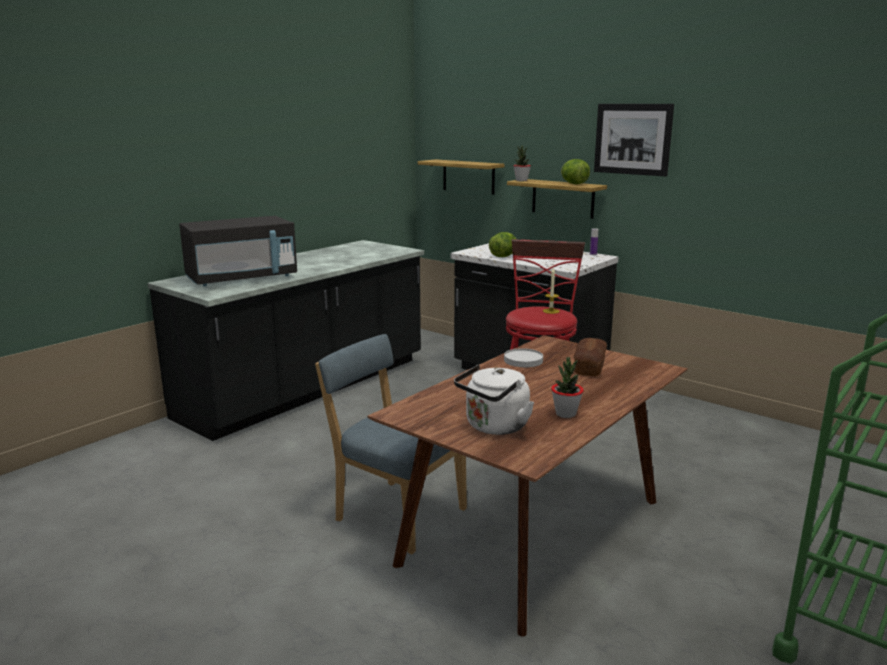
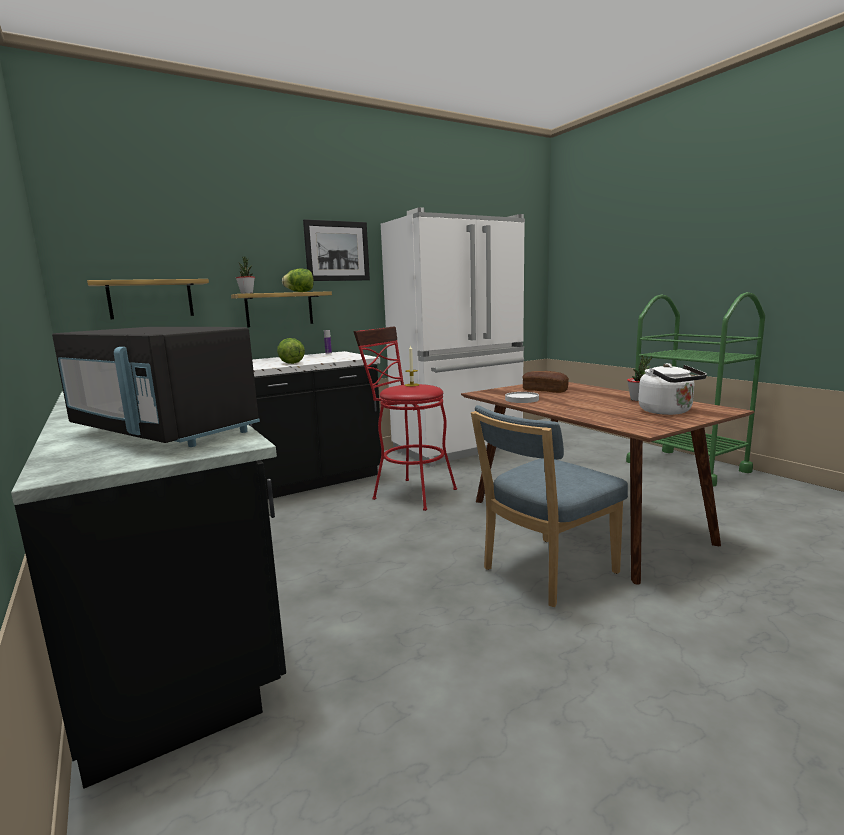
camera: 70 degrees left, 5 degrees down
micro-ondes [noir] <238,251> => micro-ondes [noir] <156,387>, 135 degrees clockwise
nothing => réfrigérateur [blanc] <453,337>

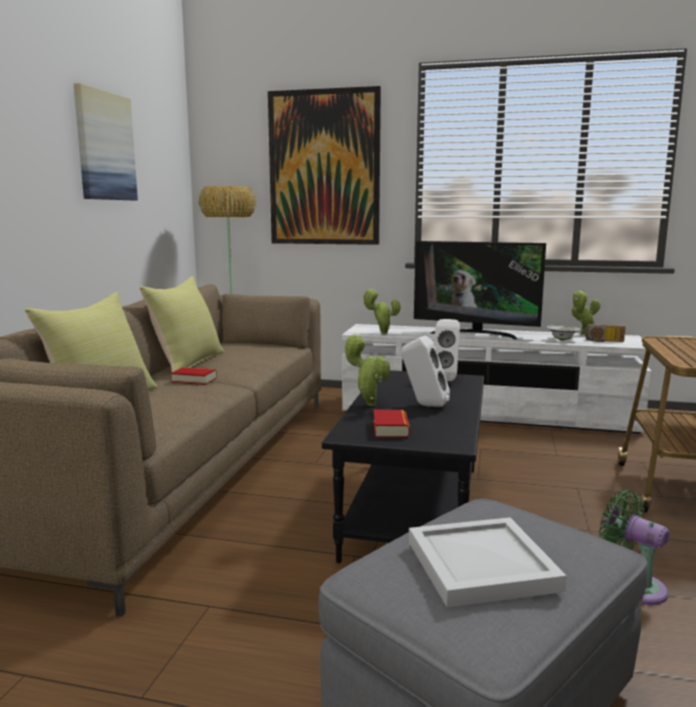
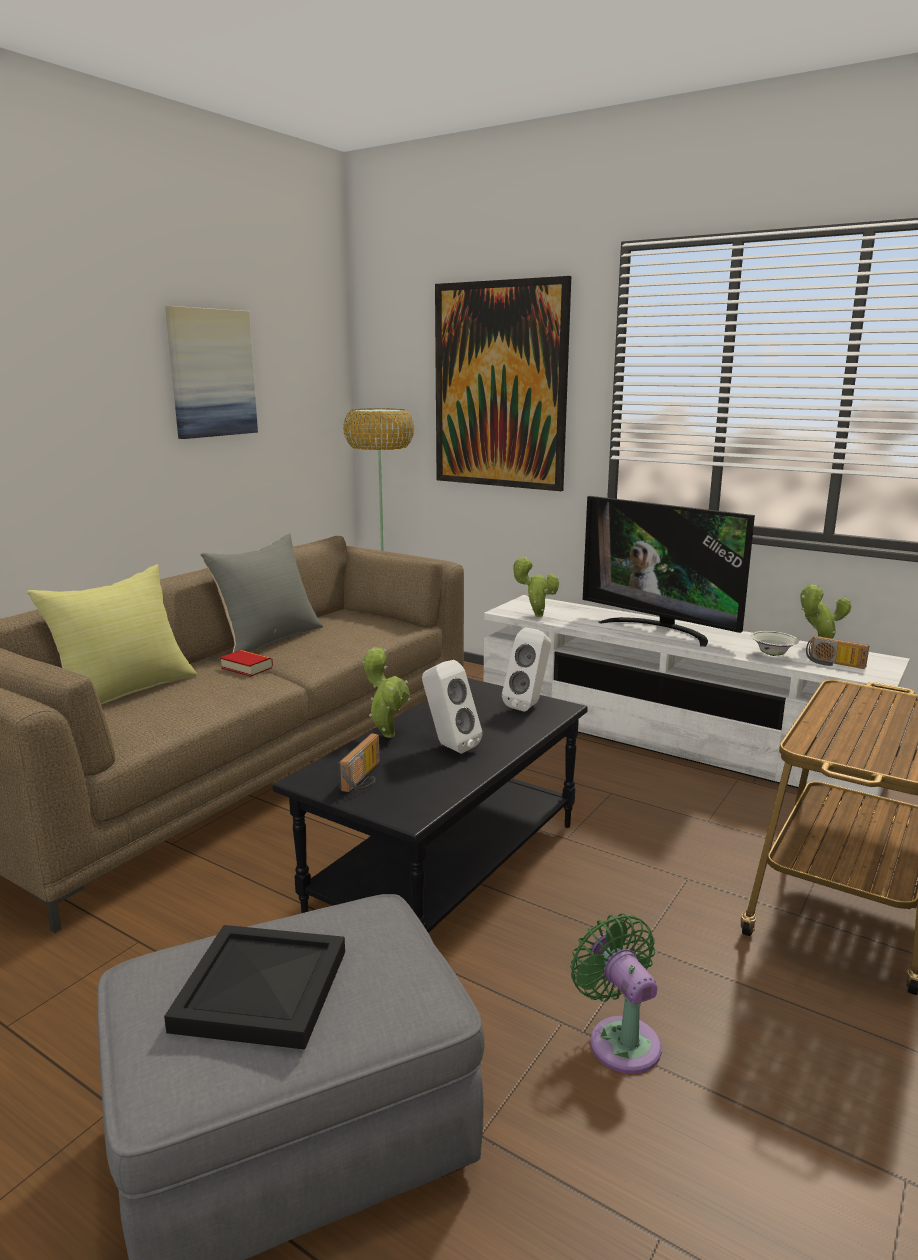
camera: 20 degrees right, 5 degrees up
coussin [jaune] <182,324> => coussin [gris] <262,593>
livre <391,424> => radio <359,762>
plateau [blanc] <488,562> => plateau [noir] <254,987>

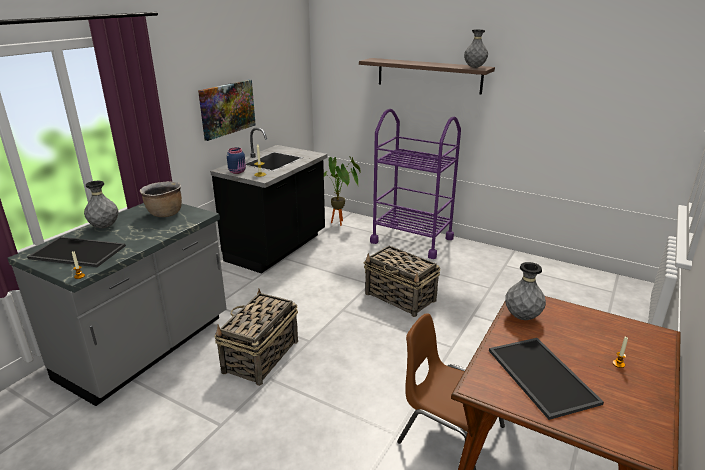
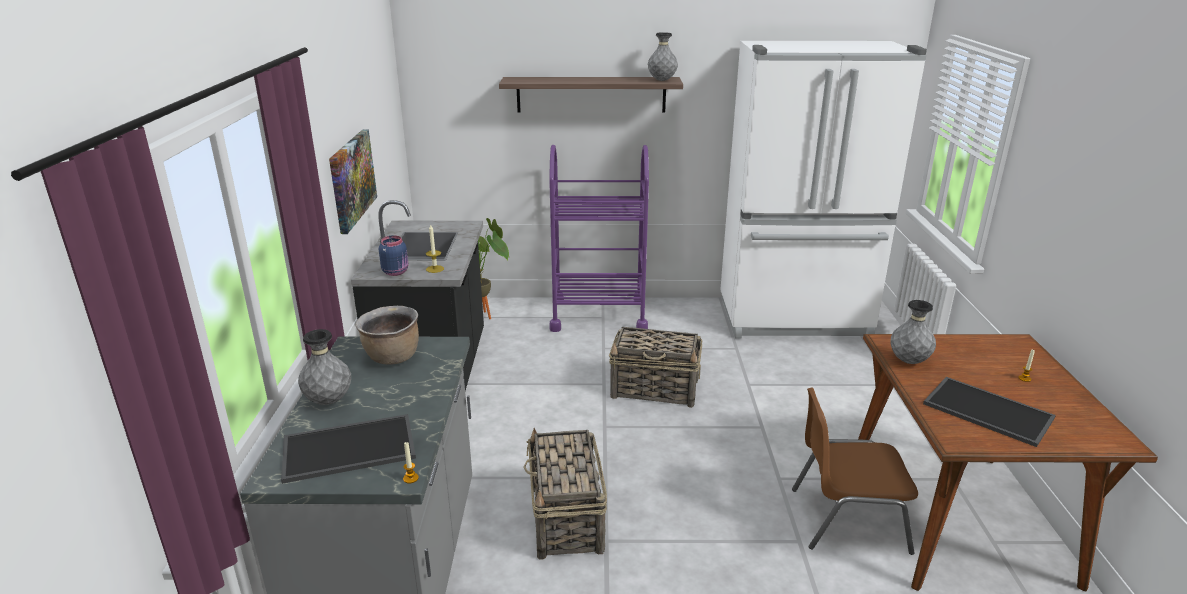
camera: 30 degrees left, 0 degrees up
nothing => réfrigérateur [blanc] <823,189>

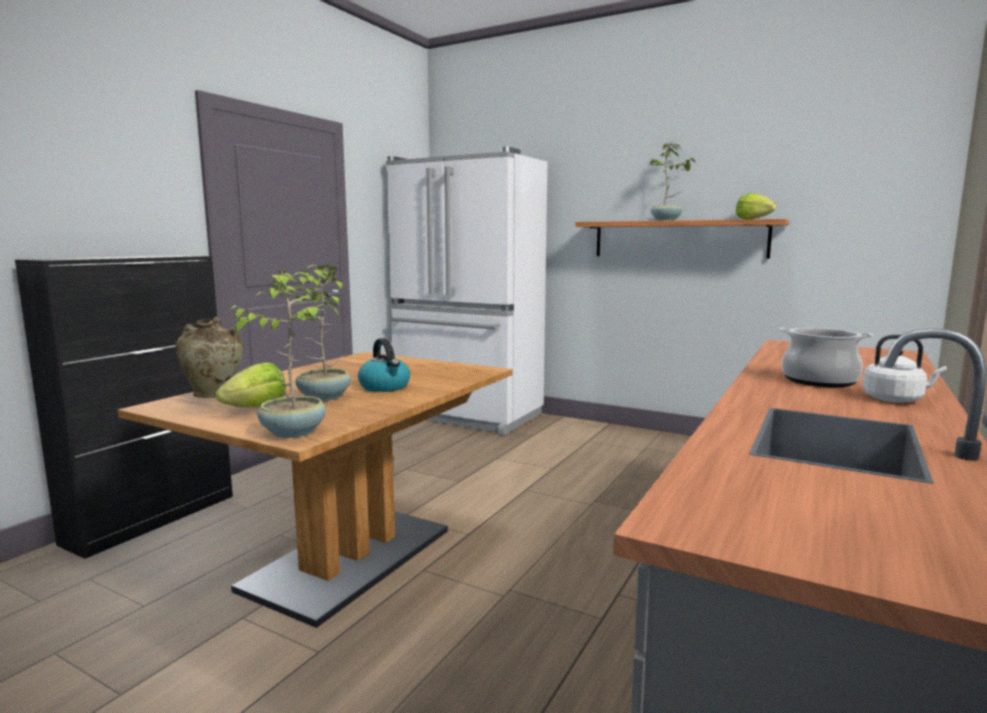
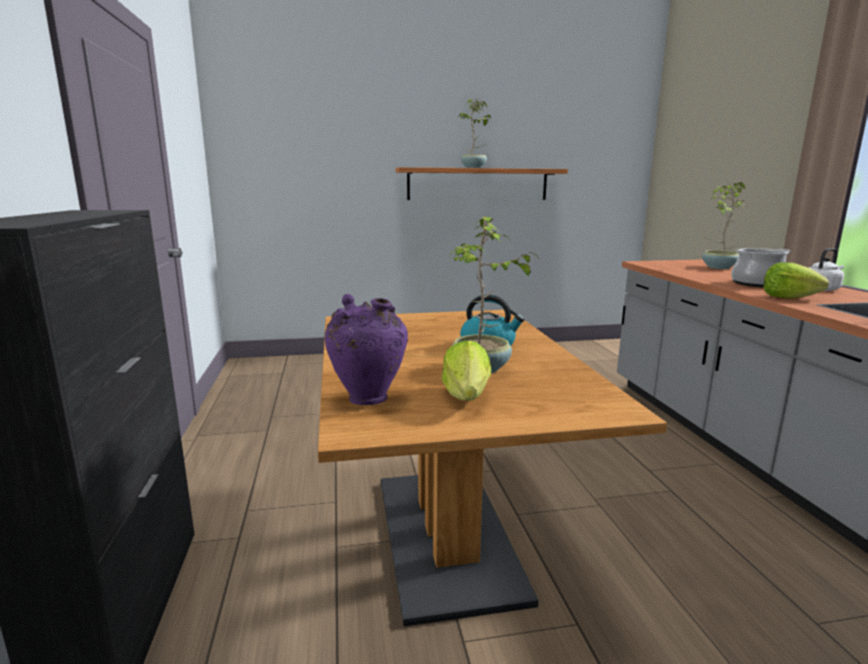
camera: 40 degrees left, 5 degrees up
vase [beige] <210,357> => vase [violet] <366,349>
plante en pot <277,354> => plante en pot <724,225>, move
réfrigérateur [blanc] <466,291> => nothing
laitue <756,206> => laitue <796,280>, move

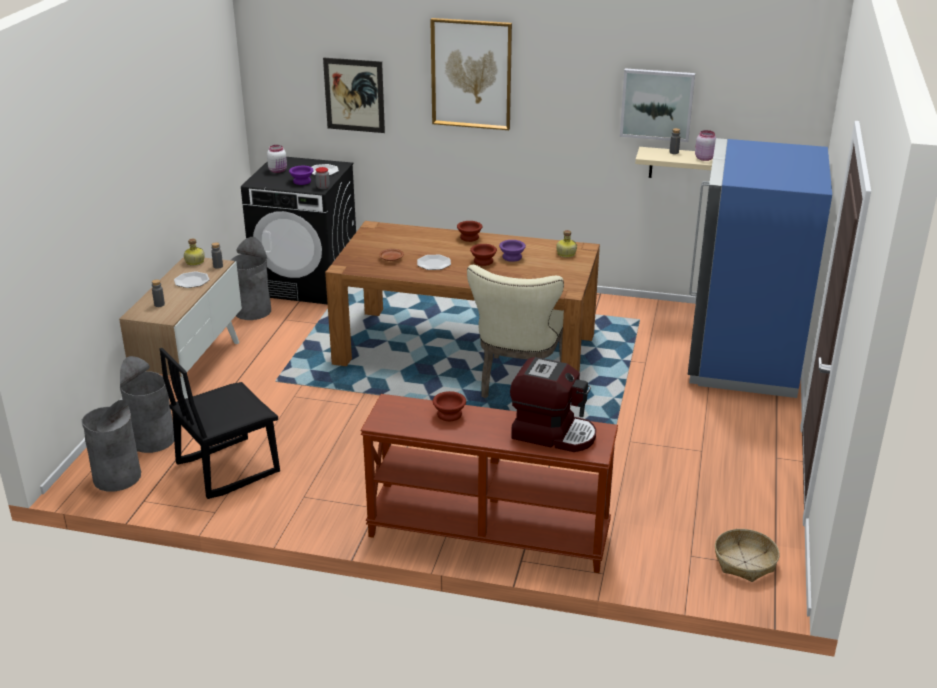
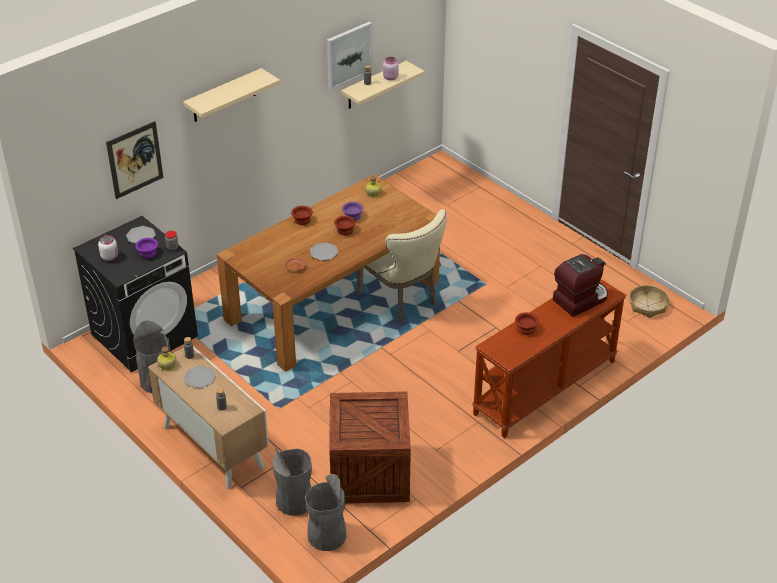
camera: 55 degrees left, 10 degrees up
chaise [noir] <219,423> => caisse <370,447>
tableau <471,74> => étagère [beige] <231,95>
réfrigérateur [bleu] <760,268> => nothing

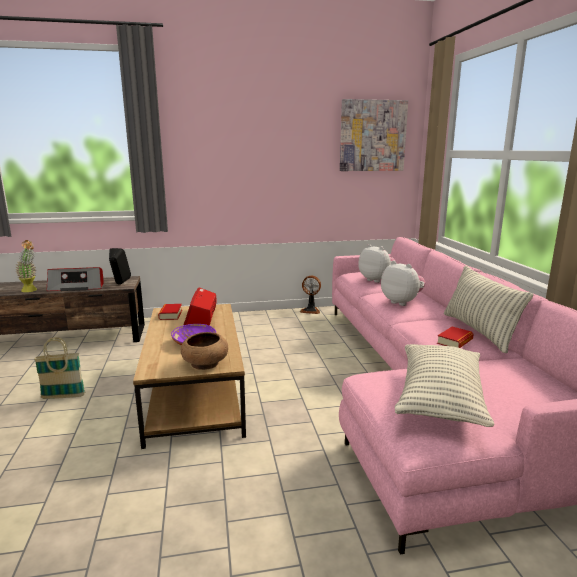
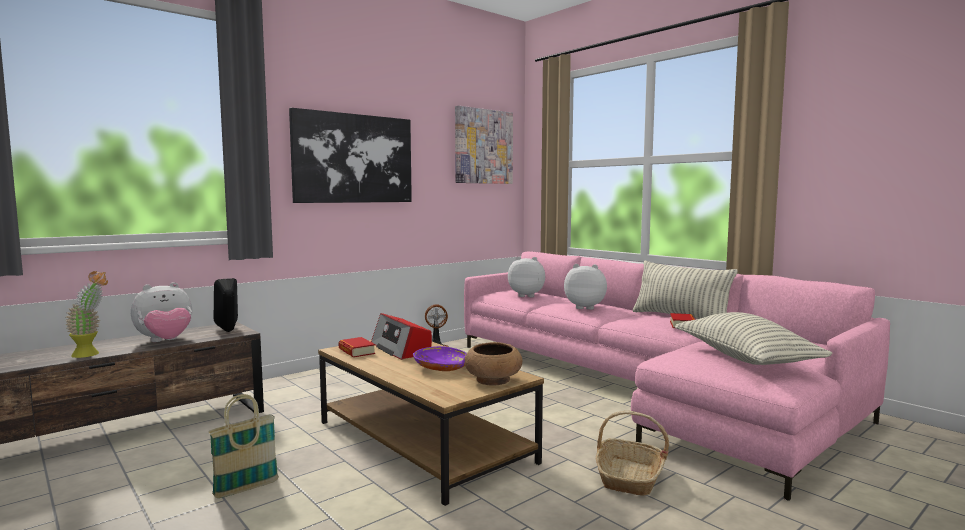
camera: 30 degrees left, 10 degrees down
radio <75,279> => peluche <161,312>
nothing => tableau <350,155>
nothing => panier <632,453>

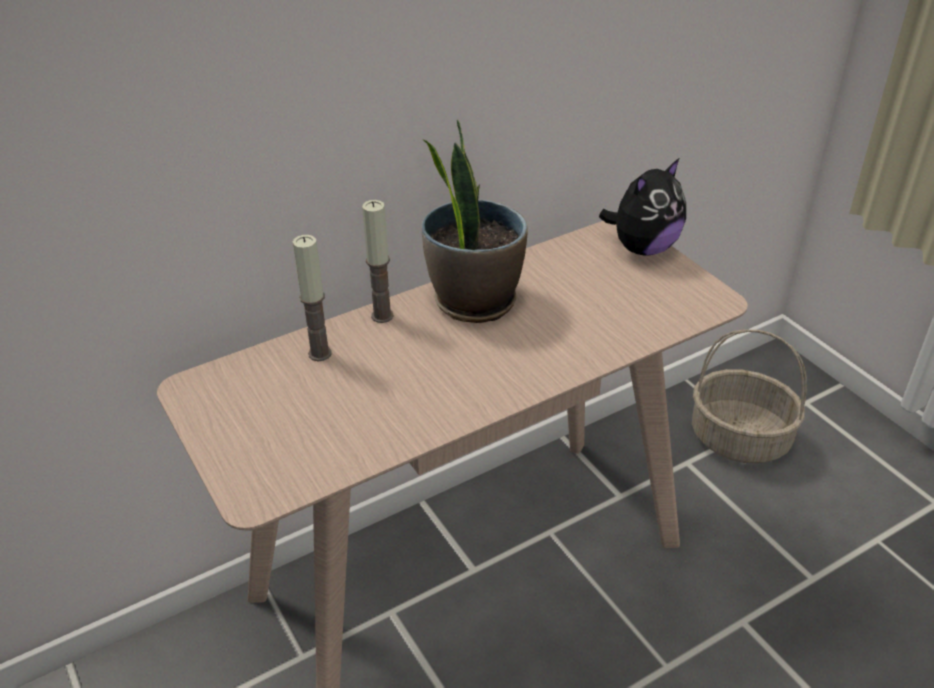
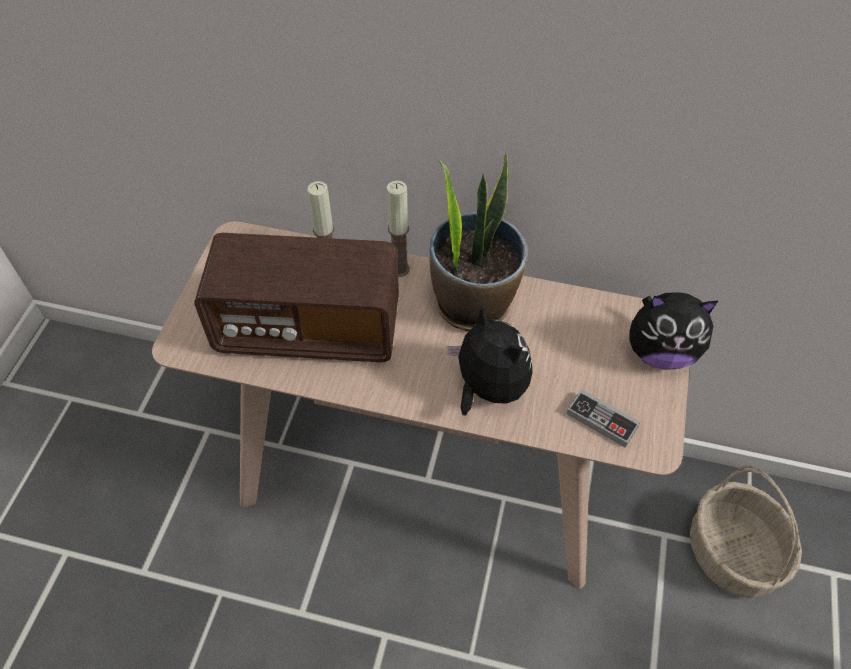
camera: 45 degrees right, 15 degrees up
nothing => radio <296,297>
nothing => peluche <489,360>
nothing => manette <603,418>

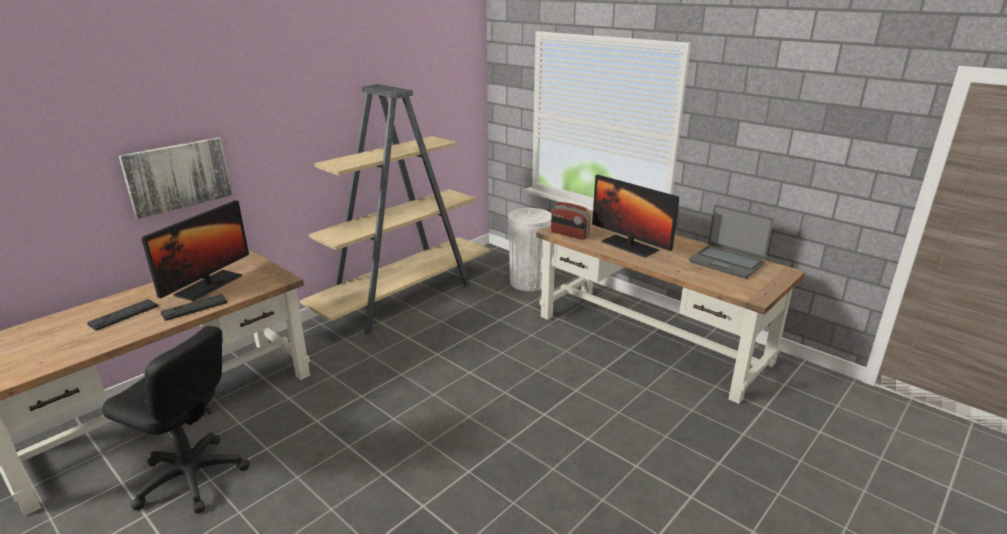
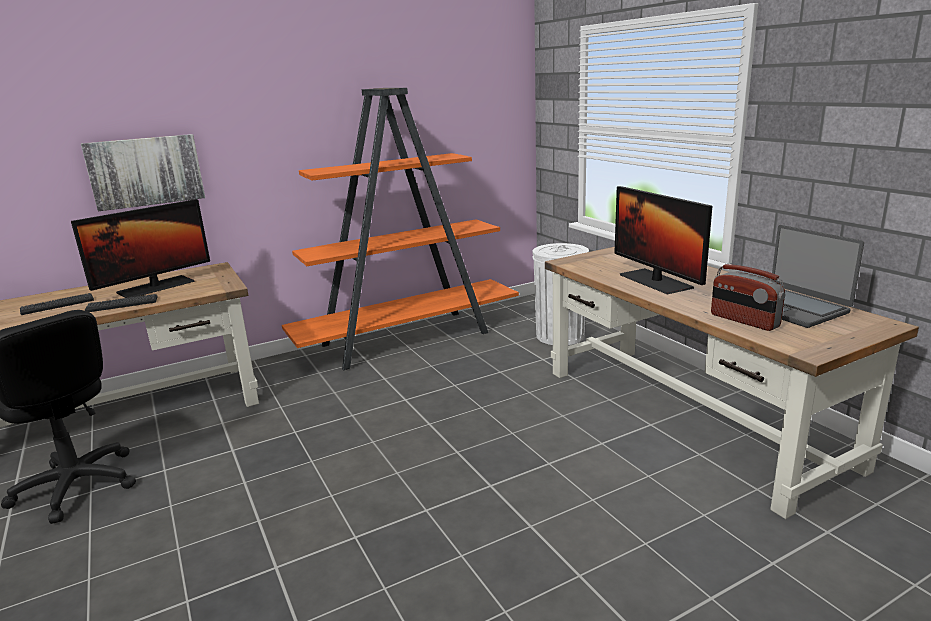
camera: 20 degrees right, 5 degrees down
bibliothèque [beige] <395,209> => bibliothèque [orange] <400,229>
radio <571,221> => radio <748,297>, move

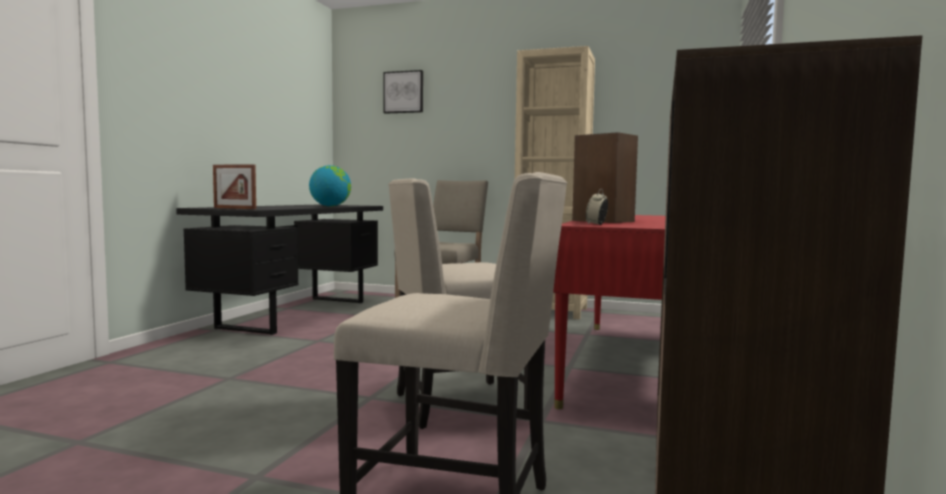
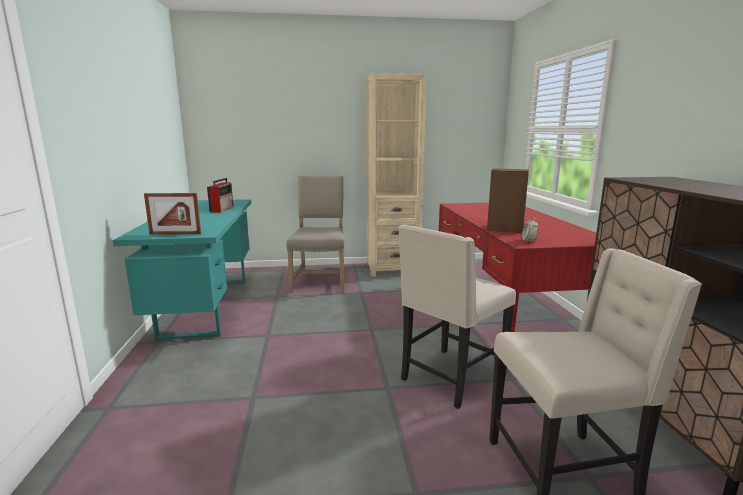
camera: 25 degrees left, 10 degrees up
bureau [noir] <279,269> => bureau [turquoise] <182,270>
globe <330,185> => radio <220,195>
tableau <403,92> => nothing

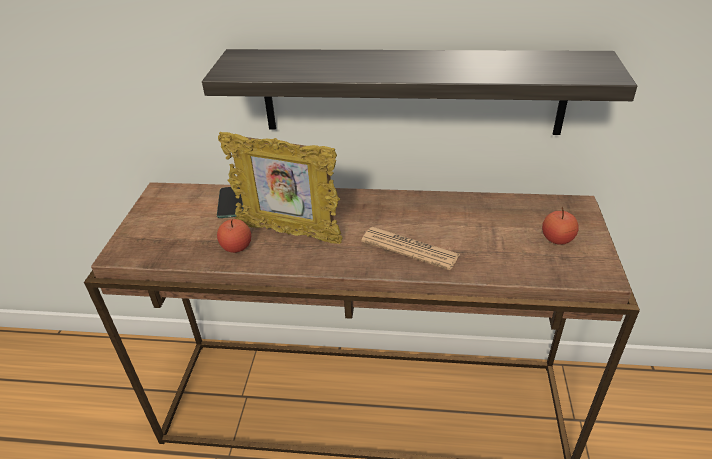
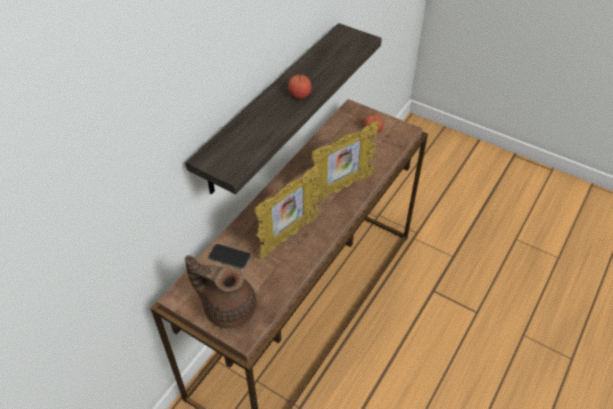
camera: 65 degrees left, 10 degrees up
pomme <234,236> => pomme <299,86>, move
journal <410,248> => cadre photo <345,163>
nothing => théière [marron] <221,292>

